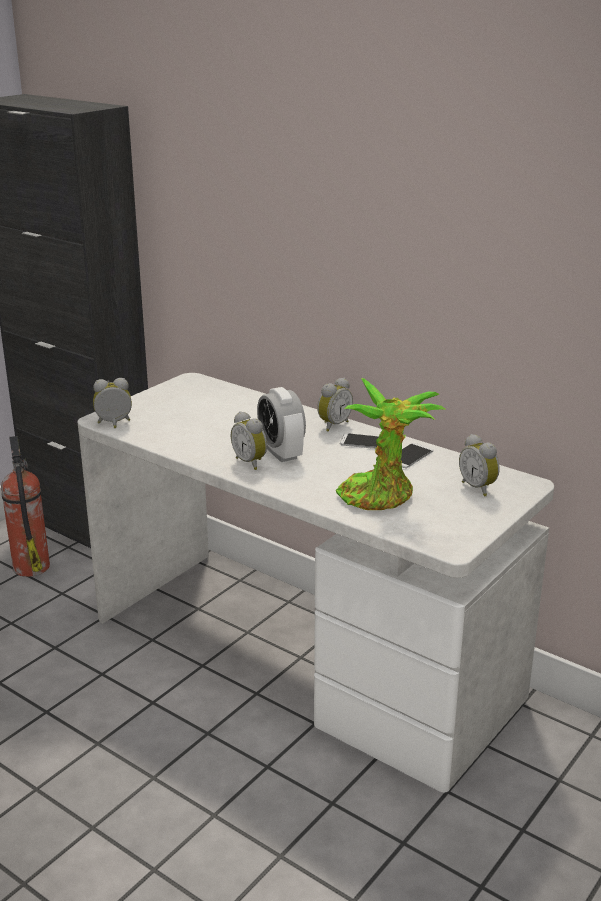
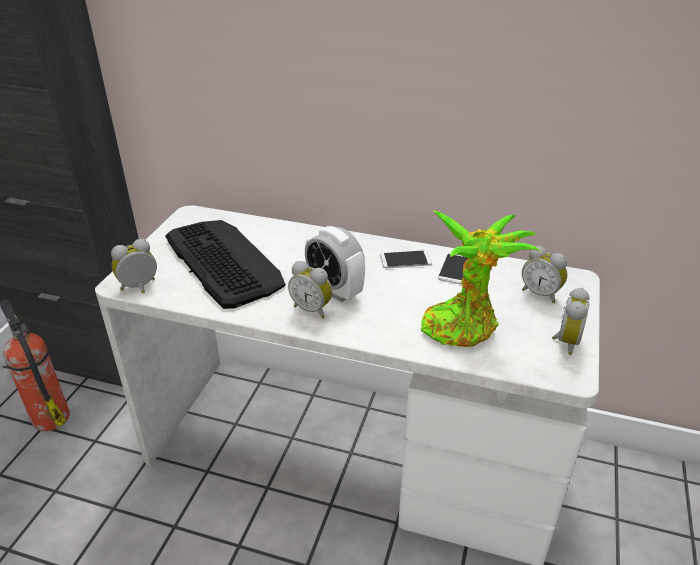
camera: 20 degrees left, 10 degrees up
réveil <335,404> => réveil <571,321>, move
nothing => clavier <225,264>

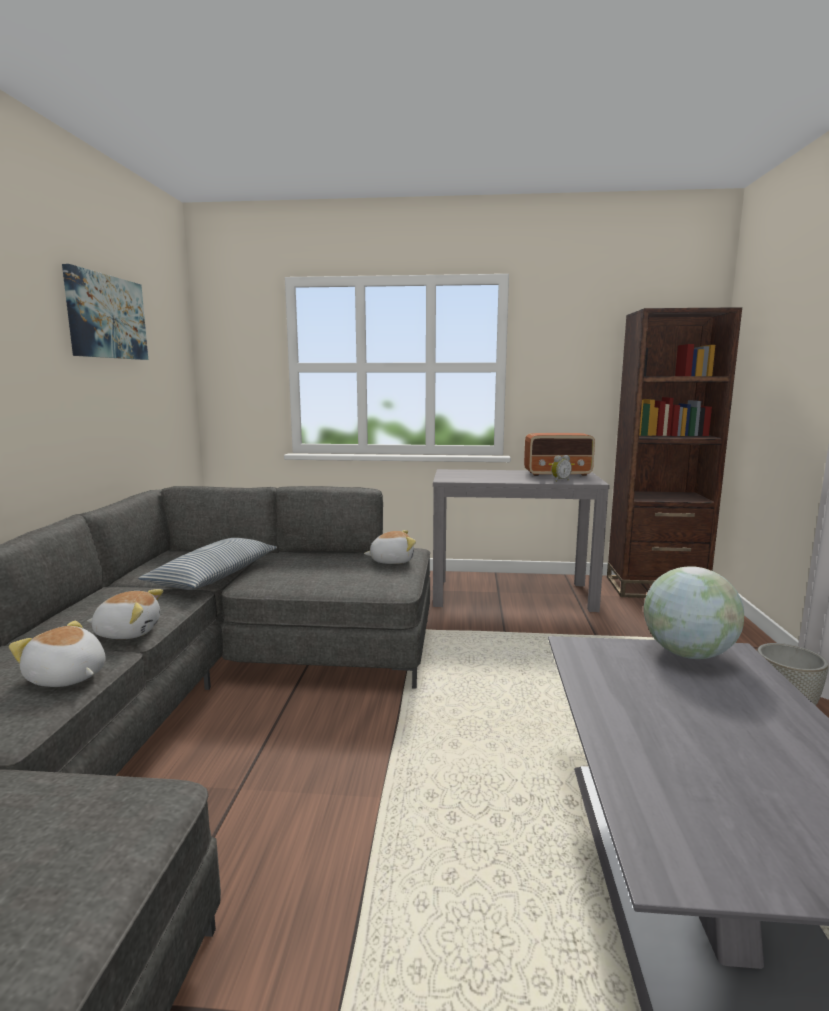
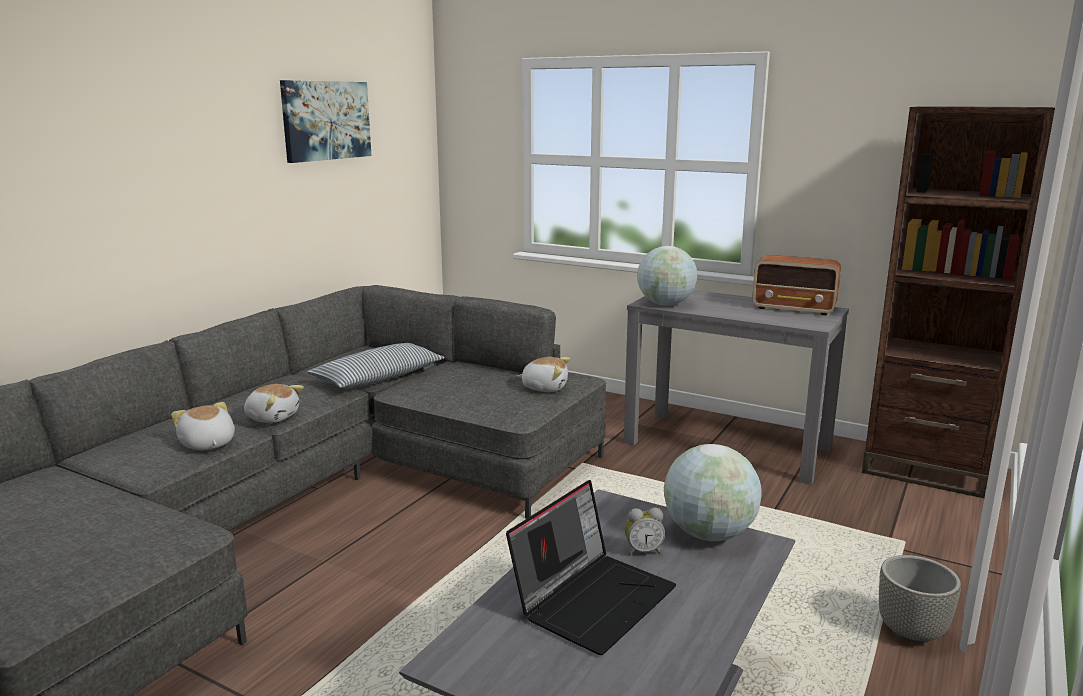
camera: 25 degrees right, 5 degrees up
réveil <561,468> => réveil <645,532>, move
nothing => ordinateur portable <591,567>
nothing => globe <667,276>

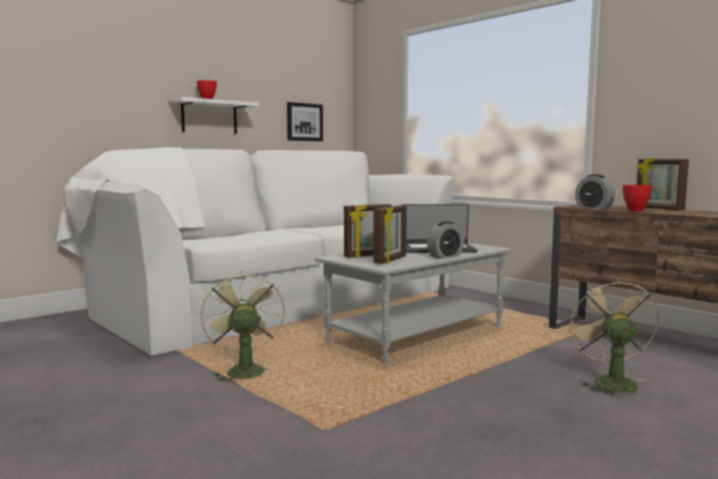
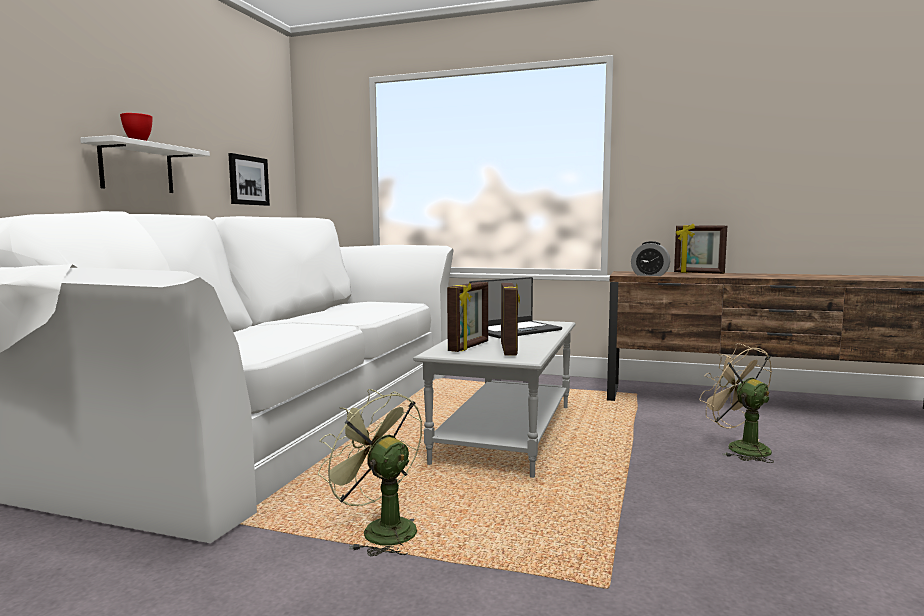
camera: 30 degrees left, 0 degrees up
réveil <445,239> => nothing
bol [rouge] <637,198> => nothing

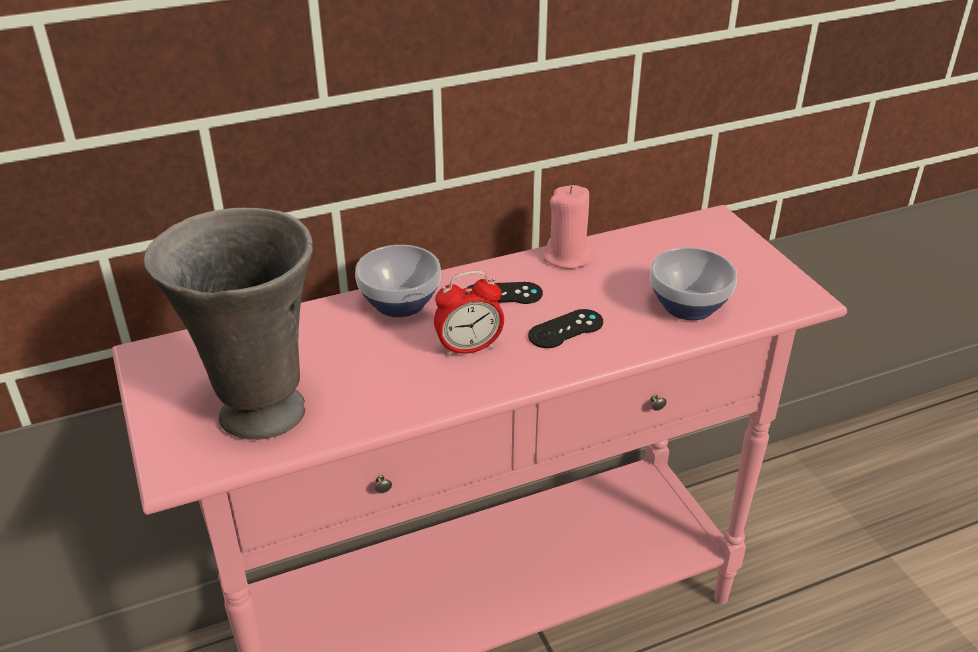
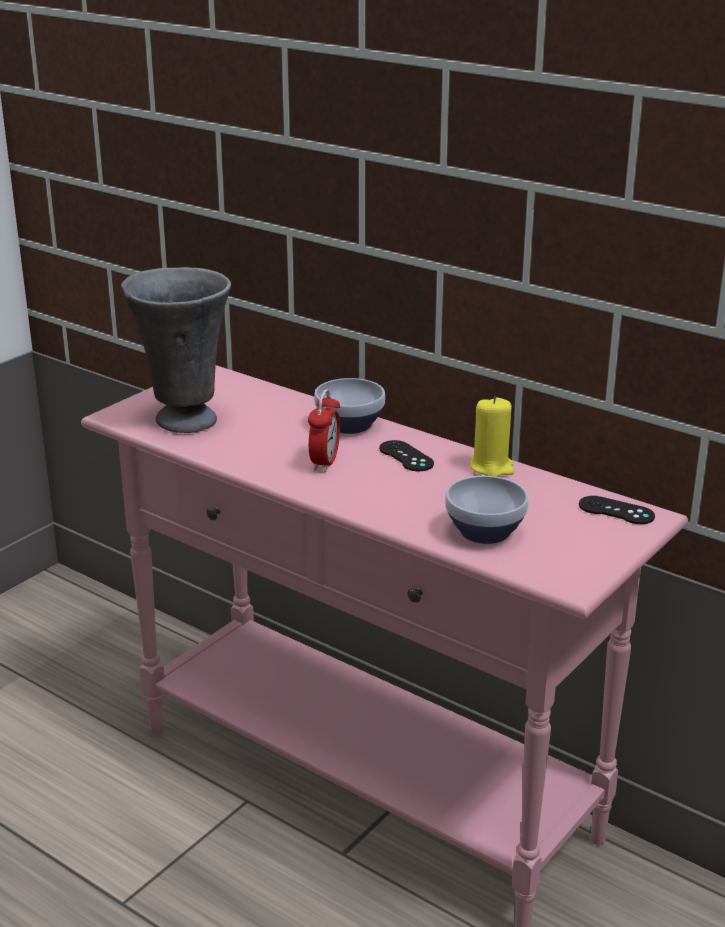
camera: 60 degrees right, 10 degrees down
réveil <469,313> => réveil <324,430>, 120 degrees counterclockwise
manette [noir] <565,328> => manette [noir] <617,510>, move
bougie [rose] <568,227> => bougie [jaune] <492,436>

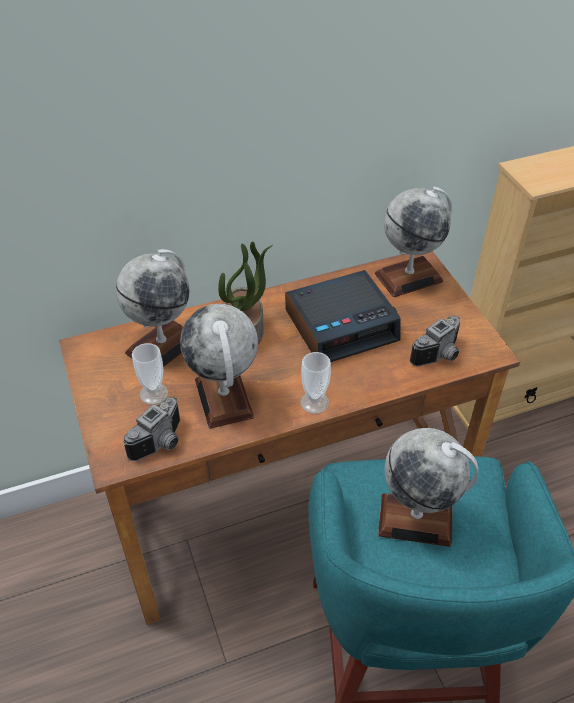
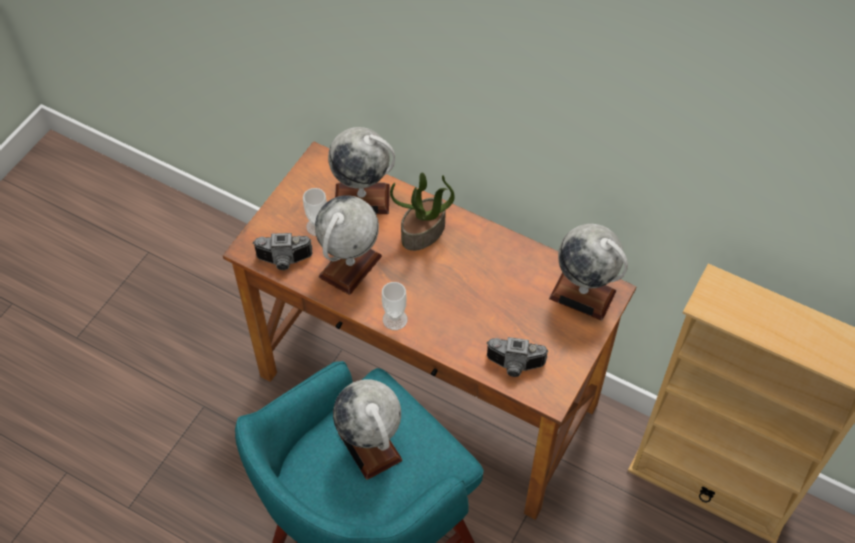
camera: 50 degrees right, 10 degrees up
réveil <343,316> => nothing

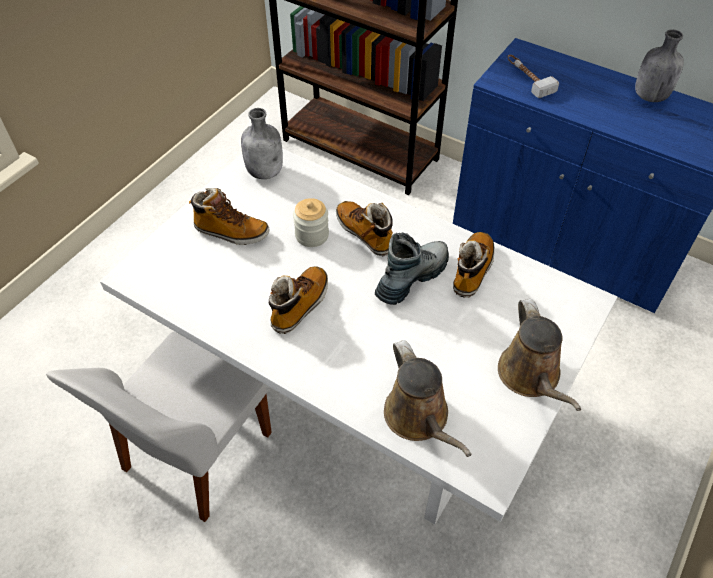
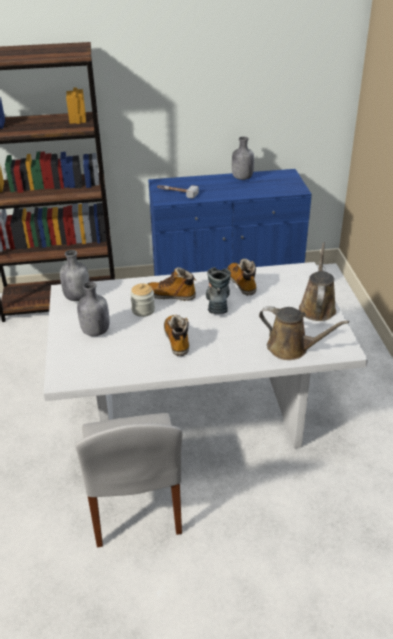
camera: 40 degrees left, 15 degrees down
botte <229,216> => bouteille [gris] <93,309>
arrosoir [marron] <539,355> => arrosoir [marron] <317,282>, 120 degrees counterclockwise

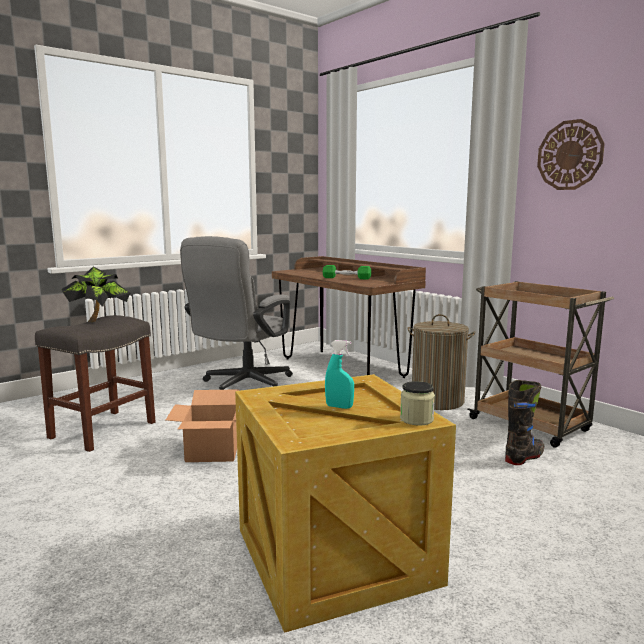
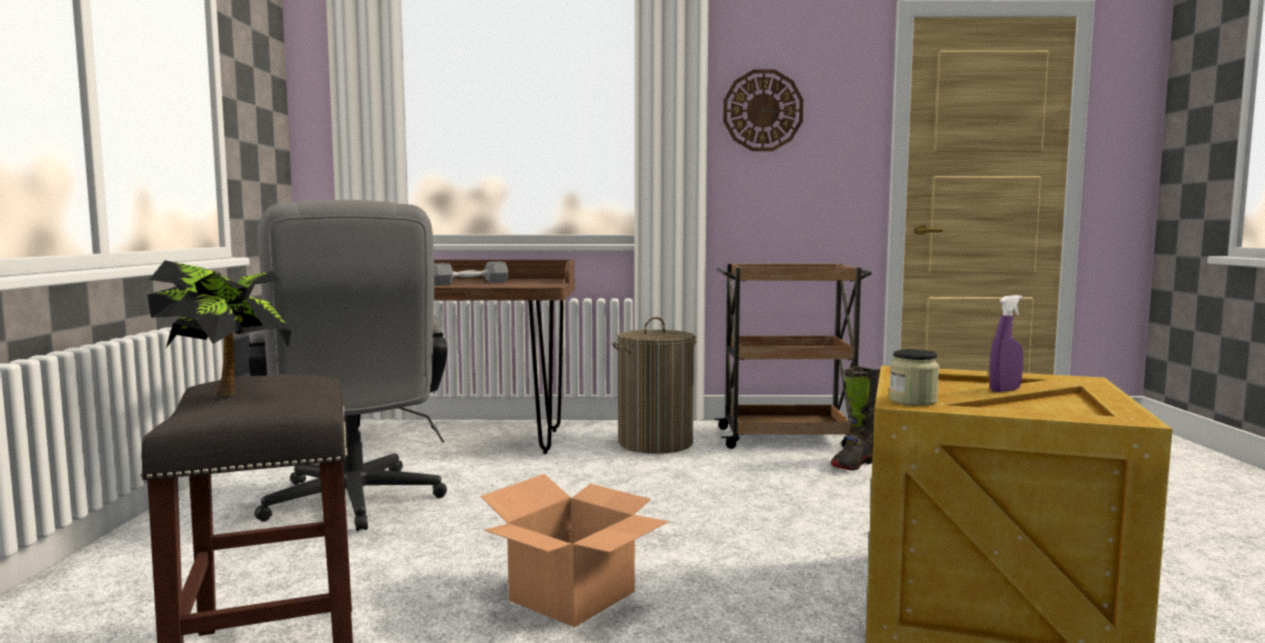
camera: 50 degrees left, 5 degrees down
haltère [vert] <347,272> => haltère [gris] <471,274>
vaporisateur [turquoise] <339,374> => vaporisateur [violet] <1006,343>
bocal <417,403> => bocal <914,377>, move
botte [noir] <524,422> => botte [noir] <855,418>, 135 degrees counterclockwise

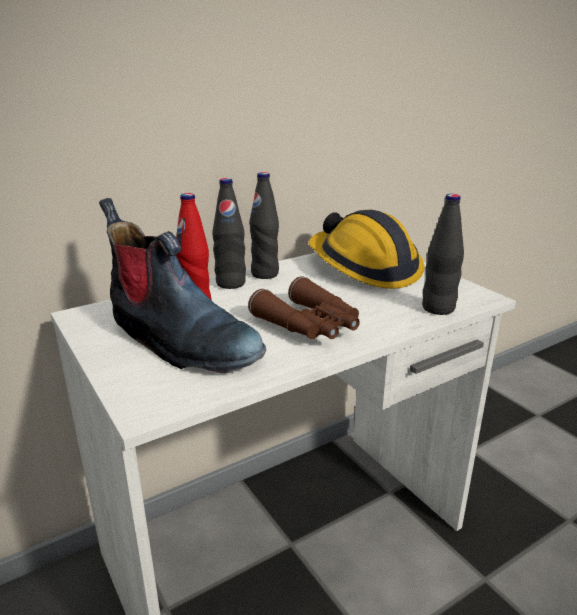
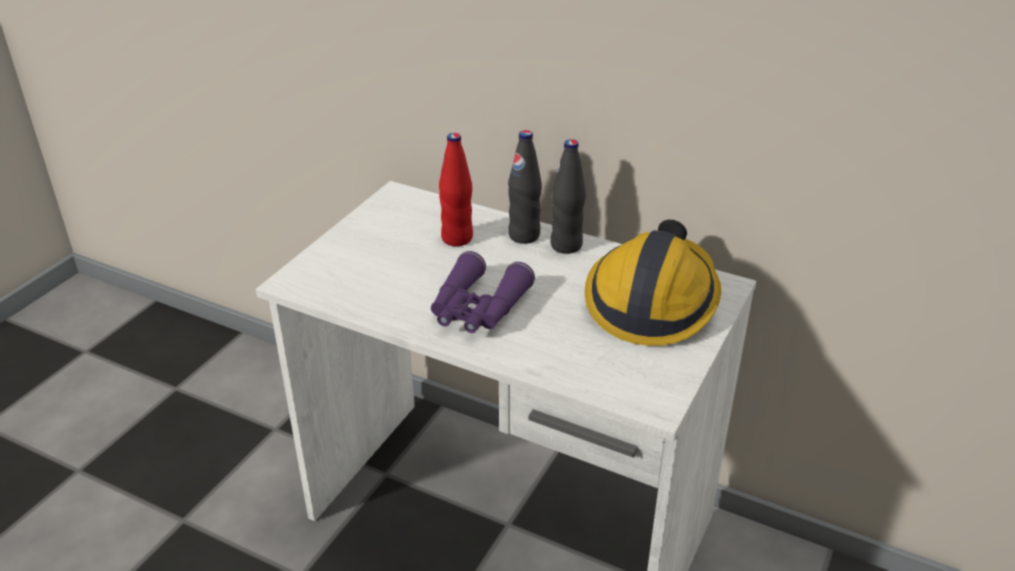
camera: 60 degrees right, 10 degrees up
botte <182,285> => nothing
jumelles [marron] <304,307> => jumelles [violet] <483,292>
bouteille [noir] <443,254> => nothing

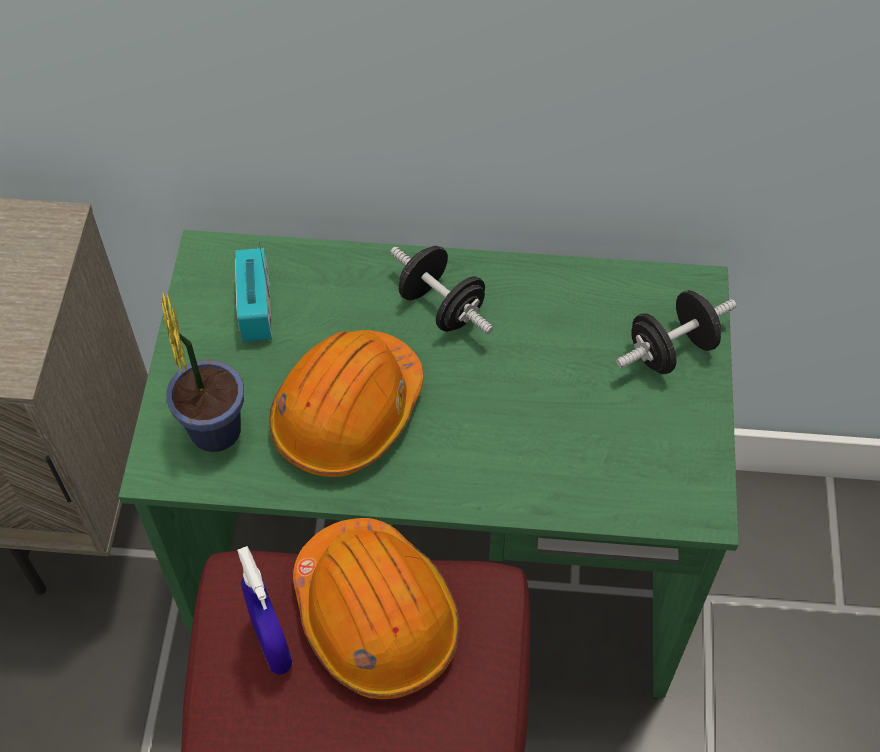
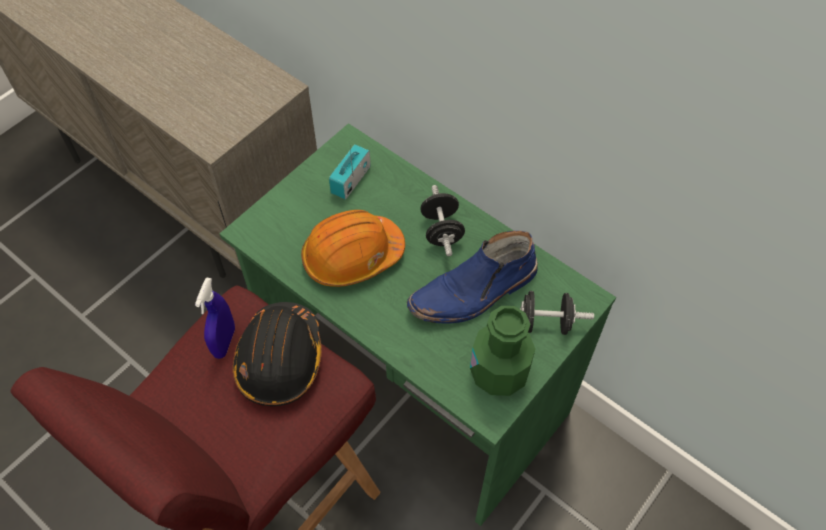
camera: 35 degrees right, 0 degrees up
plante en pot <202,372> => nothing
casque de chantier [orange] <376,608> => casque de chantier [noir] <277,354>
nothing => botte [bleu] <472,277>
nothing => bouteille [vert] <502,351>

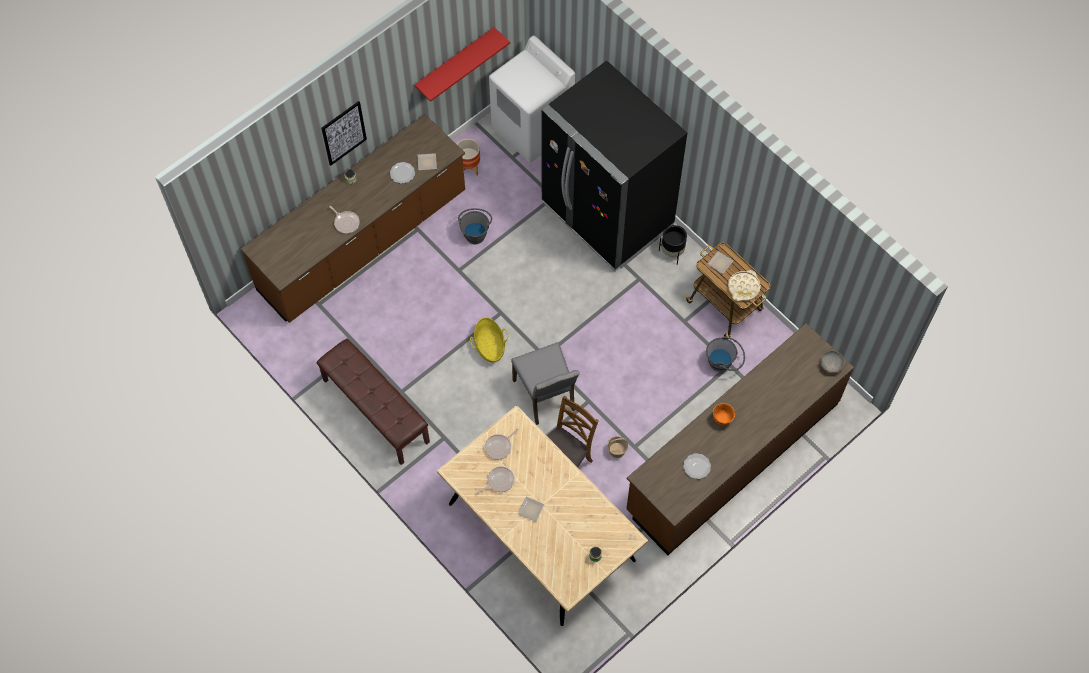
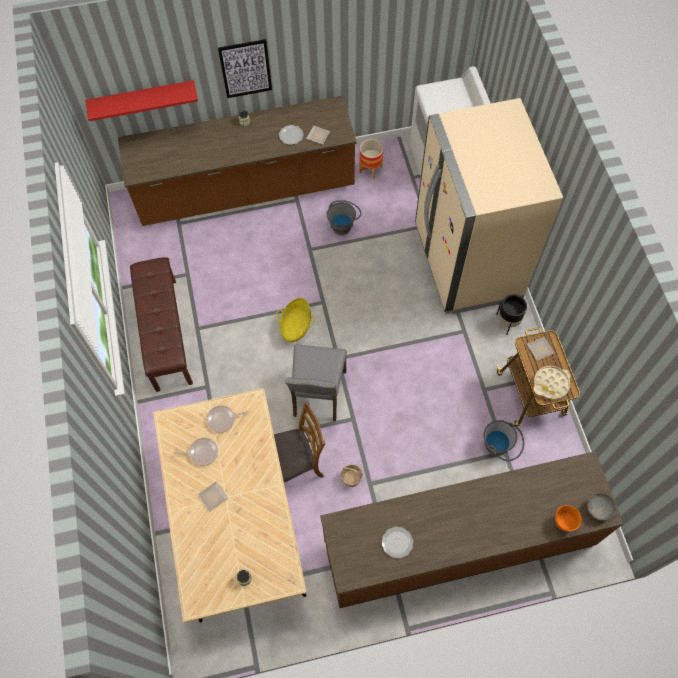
camera: 30 degrees right, 0 degrees up
poêle <344,220> => nothing
étagère [rouge] <462,64> => étagère [rouge] <141,100>, move
réfrigérateur [noir] <614,166> => réfrigérateur [beige] <489,206>
bol [orange] <724,414> => bol [orange] <568,518>, move

